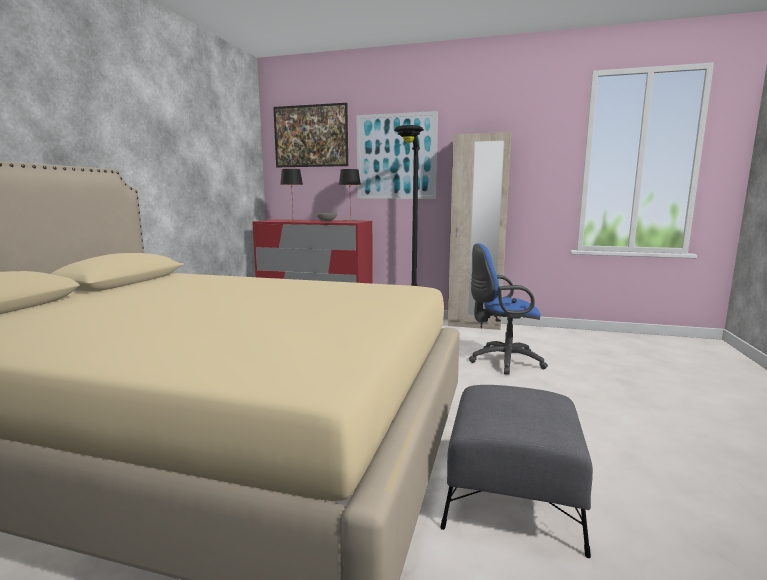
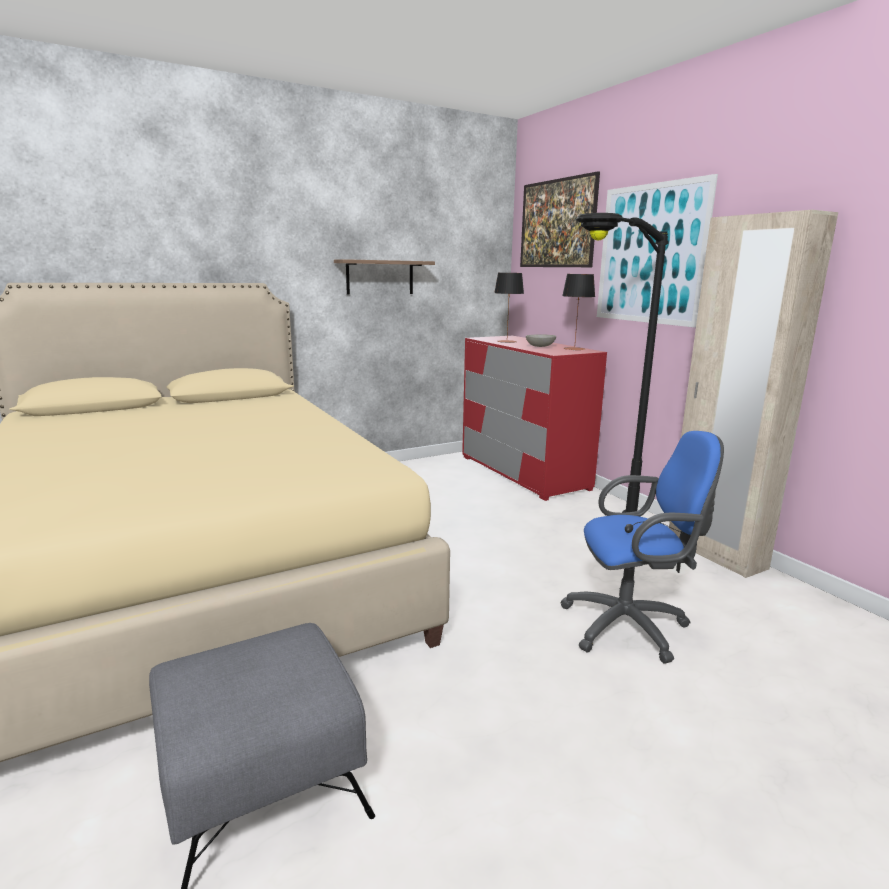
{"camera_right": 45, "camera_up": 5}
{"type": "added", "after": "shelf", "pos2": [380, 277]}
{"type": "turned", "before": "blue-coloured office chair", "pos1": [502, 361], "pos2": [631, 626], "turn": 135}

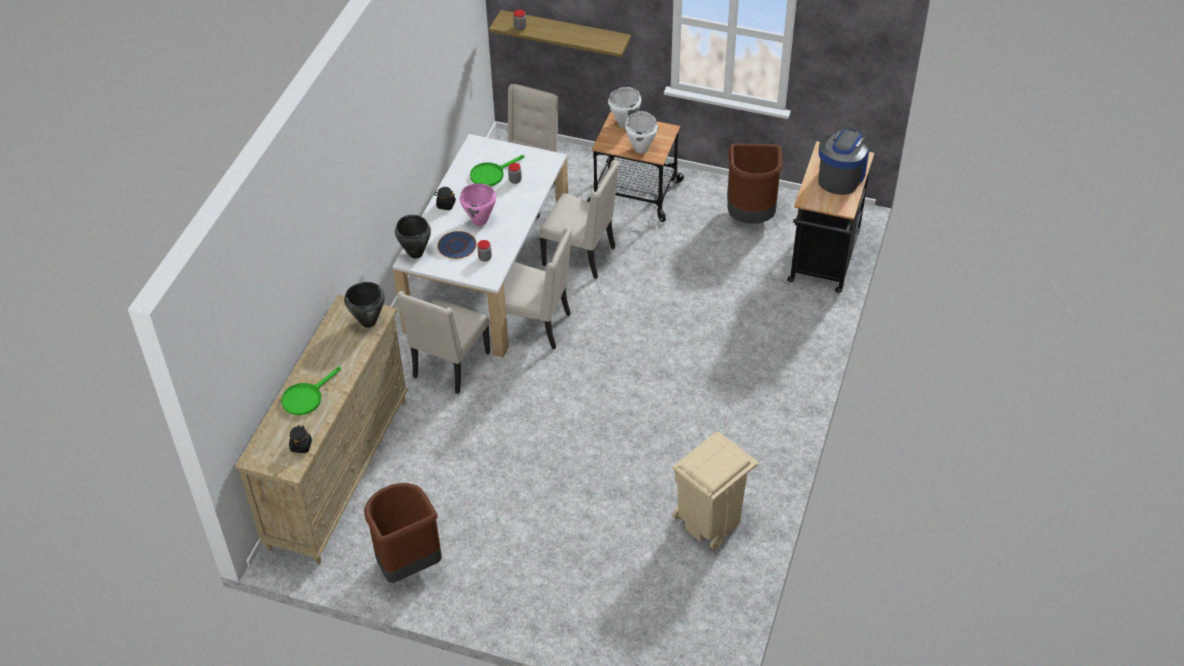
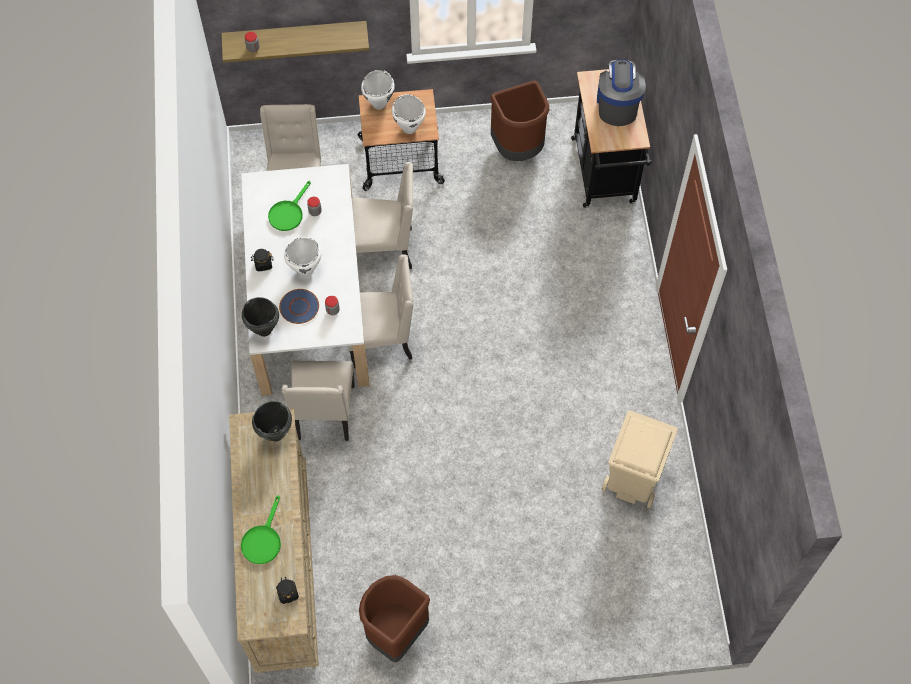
{"camera_right": -25, "camera_up": 15}
{"type": "recoloured", "before": "pinkish cooking pot", "after": "white-coloured cooking pot", "pos1": [480, 221], "pos2": [306, 270]}

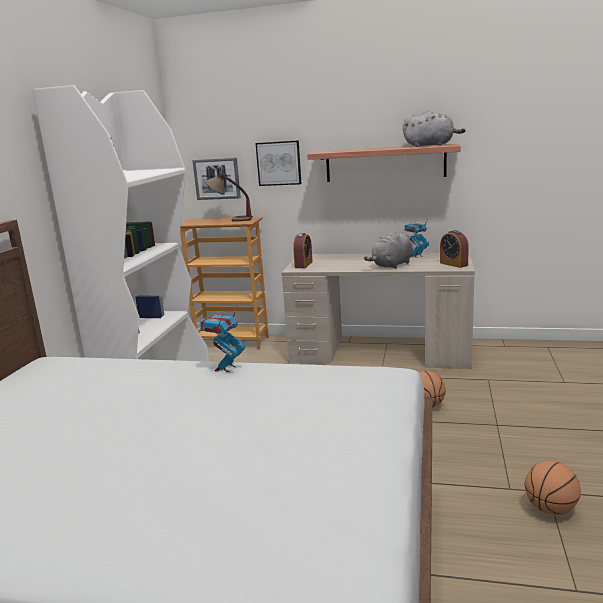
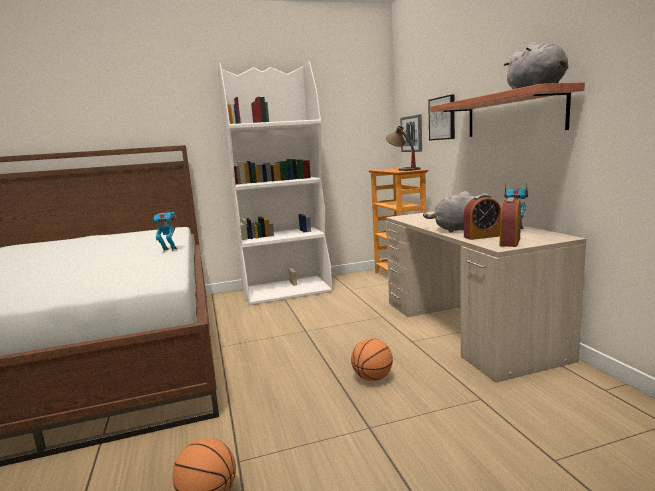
{"camera_right": 60, "camera_up": -5}
{"type": "moved", "before": "table clock", "pos1": [303, 265], "pos2": [482, 236]}

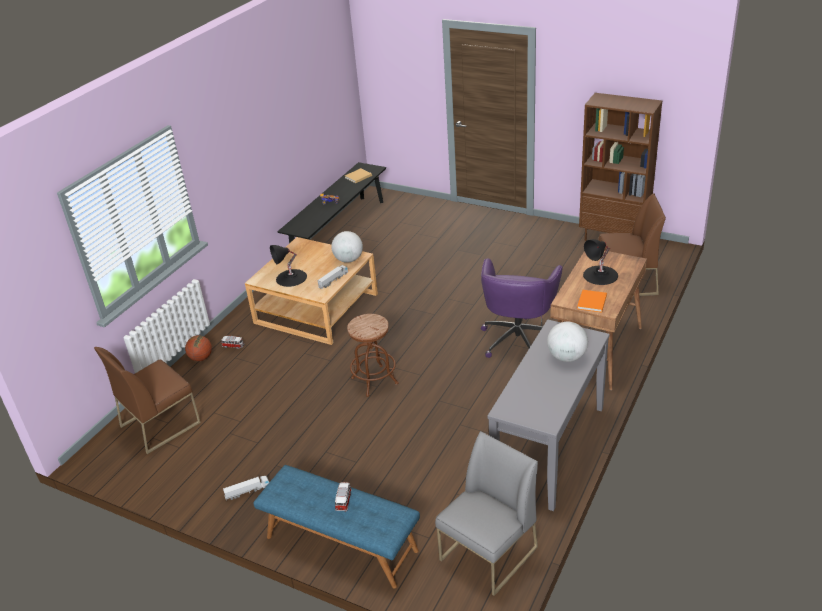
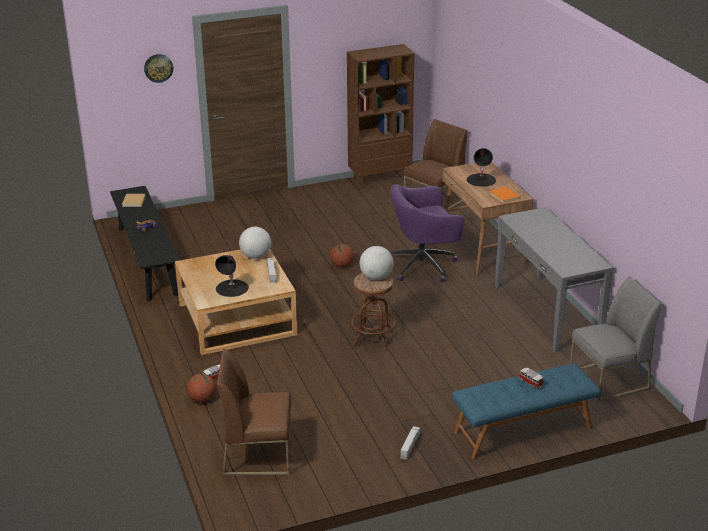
{"camera_right": -50, "camera_up": -5}
{"type": "added", "after": "clock on the wall", "pos2": [158, 68]}
{"type": "turned", "before": "brownish chair", "pos1": [160, 424], "pos2": [258, 455], "turn": 90}
{"type": "added", "after": "ball for basketball", "pos2": [341, 265]}
{"type": "moved", "before": "desk globe", "pos1": [566, 357], "pos2": [376, 277]}
{"type": "turned", "before": "purple-coloured office chair", "pos1": [518, 339], "pos2": [424, 265], "turn": 105}
{"type": "turned", "before": "greyish chair", "pos1": [488, 554], "pos2": [608, 380], "turn": 75}

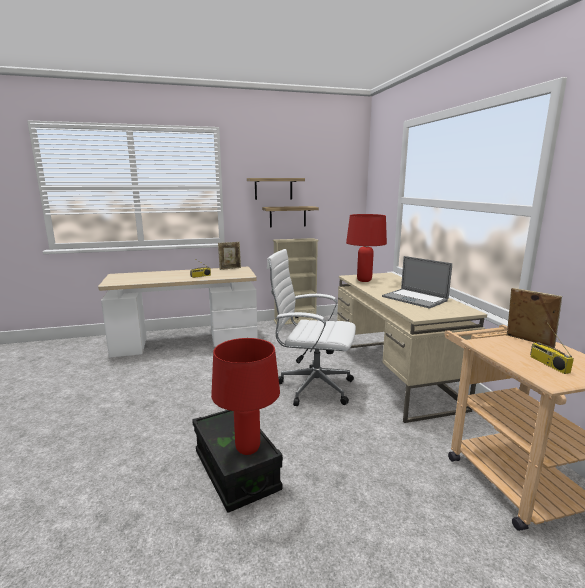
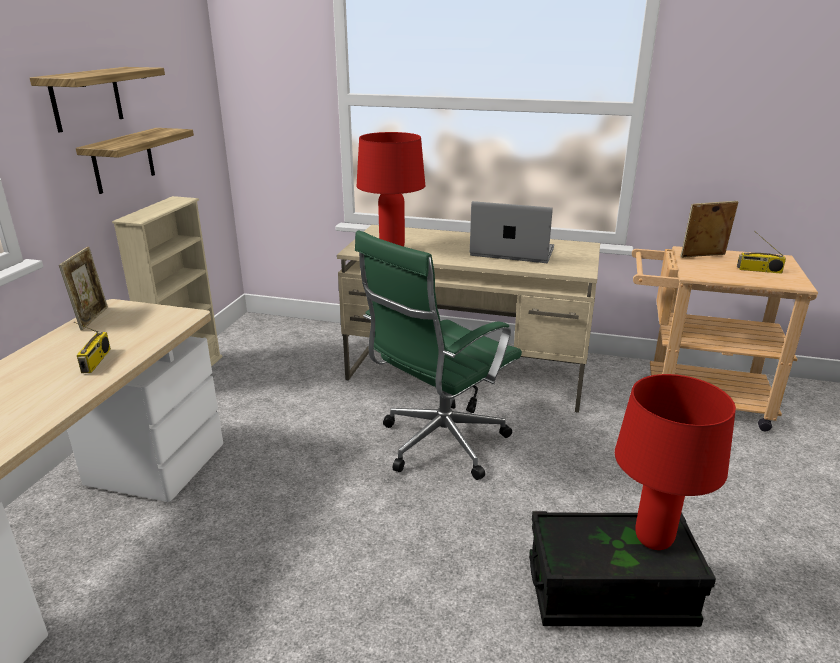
{"camera_right": -60, "camera_up": 10}
{"type": "recoloured", "before": "white-coloured office chair", "after": "green office chair", "pos1": [311, 387], "pos2": [438, 445]}
{"type": "turned", "before": "notebook computer", "pos1": [414, 298], "pos2": [512, 252], "turn": -150}

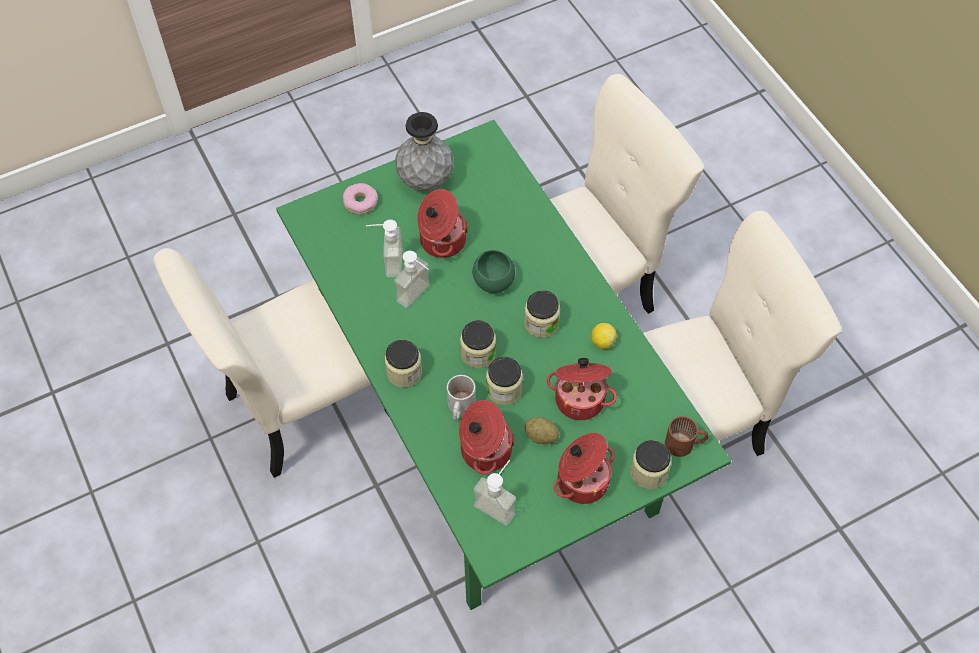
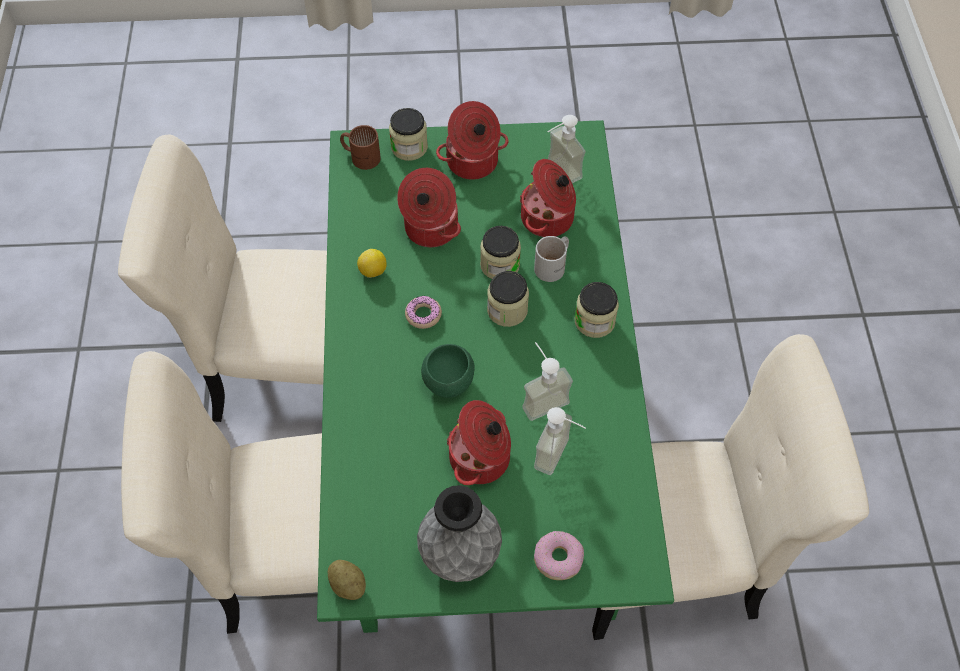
{"camera_right": -155, "camera_up": 0}
{"type": "moved", "before": "whole potato", "pos1": [541, 436], "pos2": [348, 585]}
{"type": "replaced", "before": "storage jar", "after": "doughnut", "pos1": [541, 323], "pos2": [423, 315]}

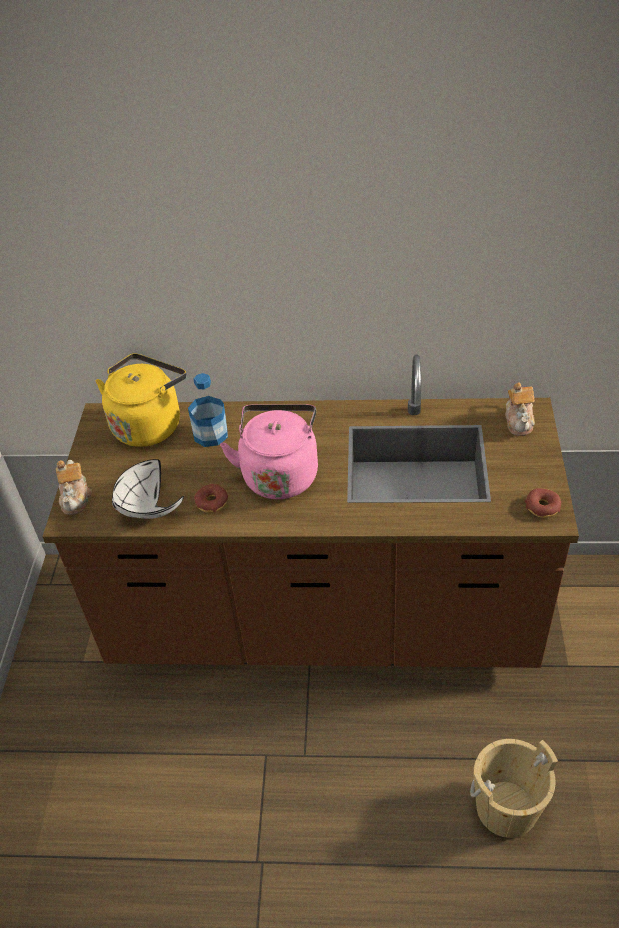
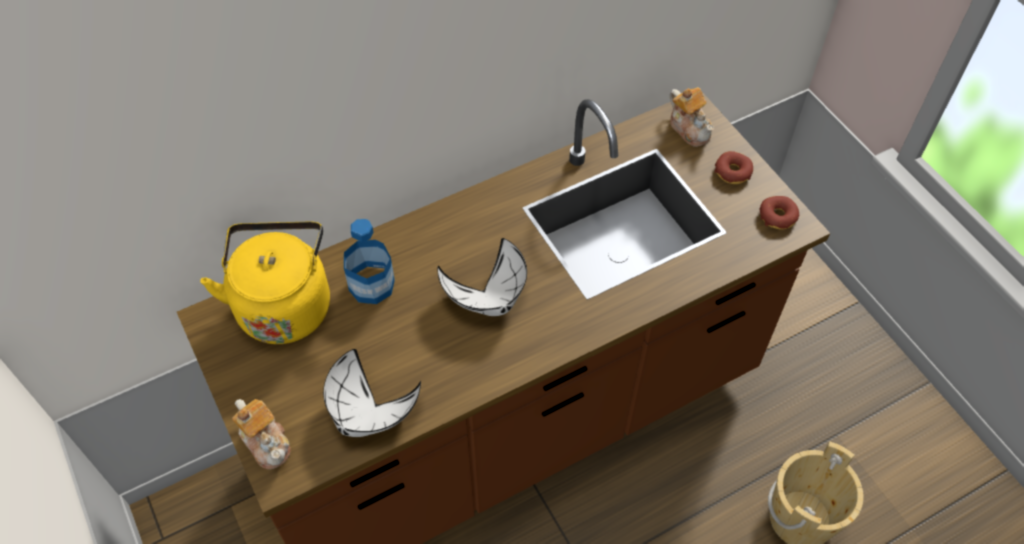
{"camera_right": -35, "camera_up": 10}
{"type": "replaced", "before": "pinkish water kettle", "after": "white-coloured serving bowl", "pos1": [280, 473], "pos2": [489, 298]}
{"type": "moved", "before": "doughnut", "pos1": [212, 502], "pos2": [733, 172]}

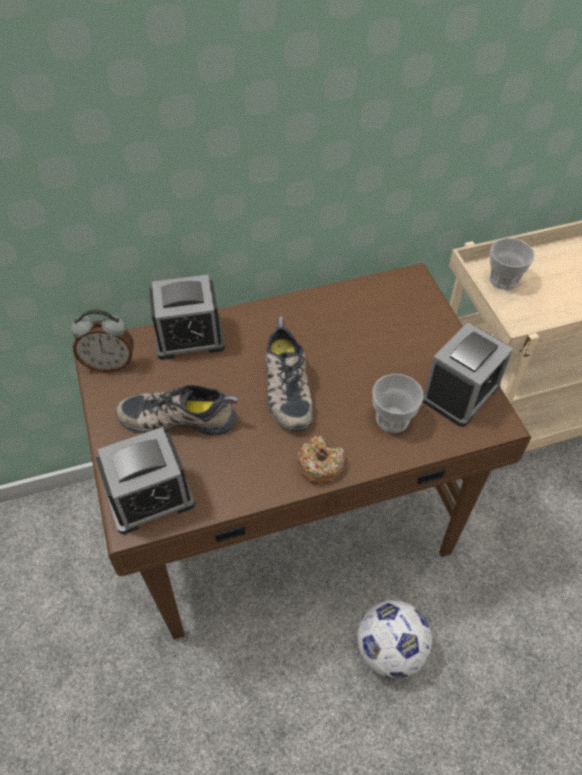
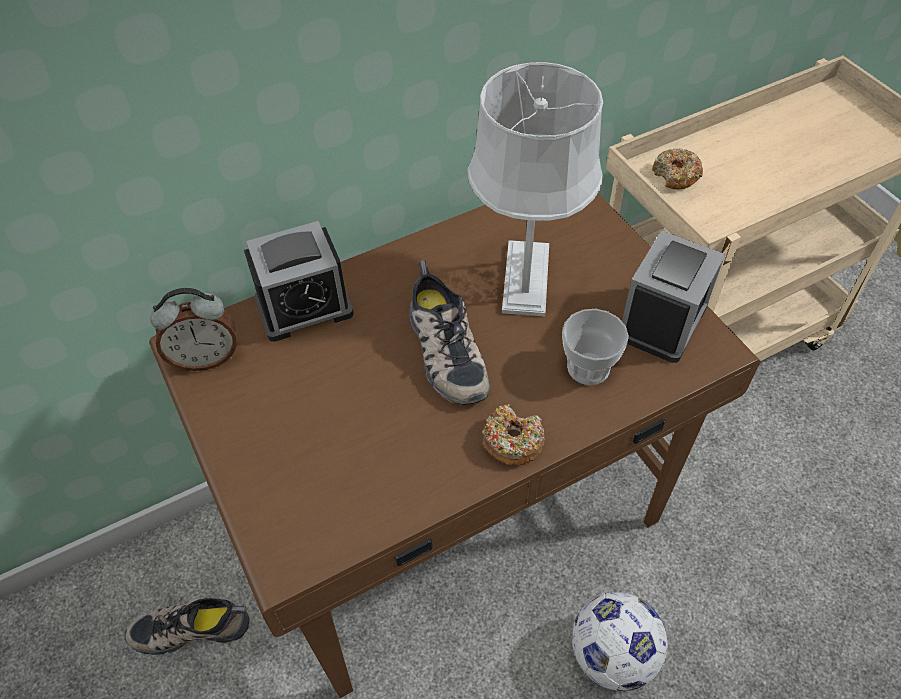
{"camera_right": -10, "camera_up": 0}
{"type": "moved", "before": "low shoe", "pos1": [179, 416], "pos2": [192, 627]}
{"type": "added", "after": "greyish tabletop lamp", "pos2": [526, 279]}
{"type": "replaced", "before": "drinking cup", "after": "doughnut", "pos1": [503, 280], "pos2": [676, 175]}
{"type": "removed", "before": "table clock", "pos1": [150, 497]}

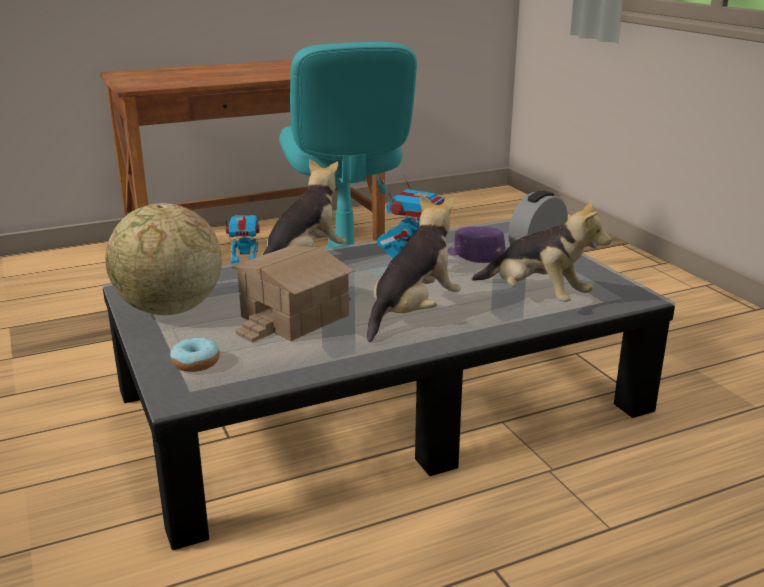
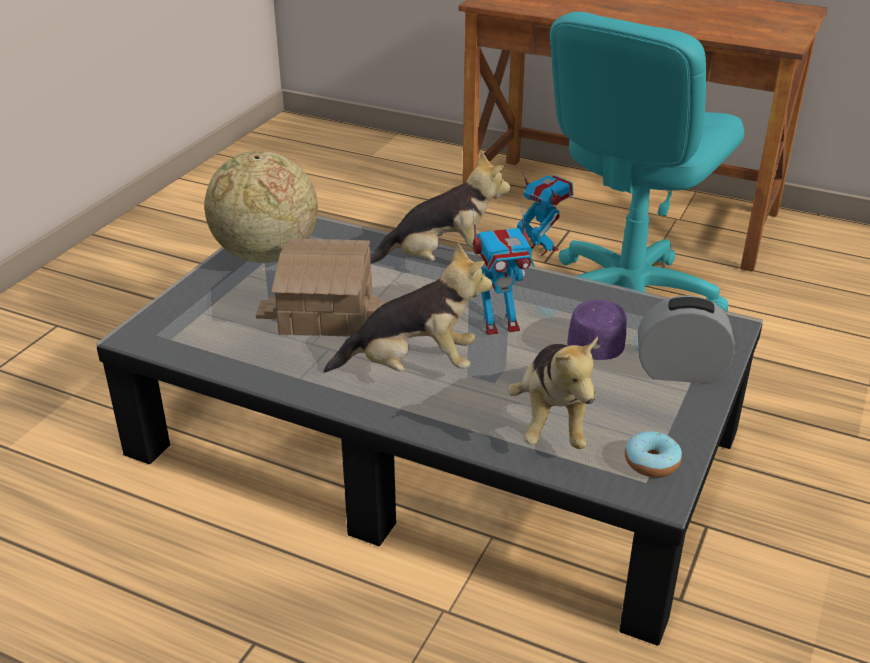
{"camera_right": 50, "camera_up": 10}
{"type": "moved", "before": "doughnut", "pos1": [196, 363], "pos2": [651, 462]}

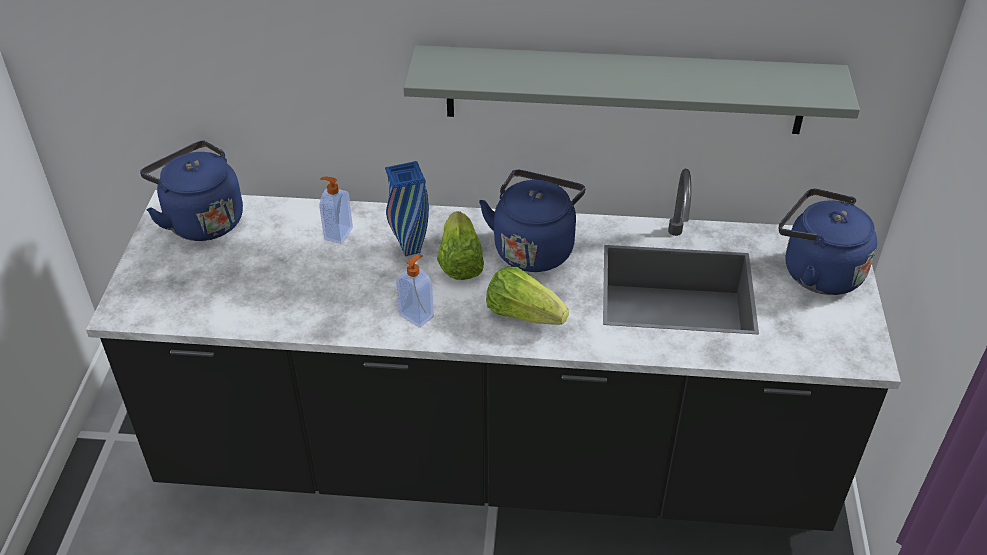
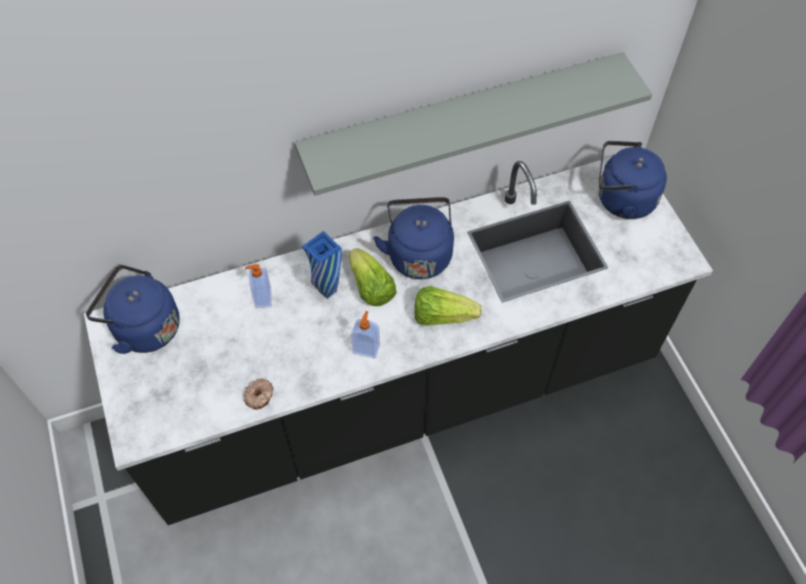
{"camera_right": -25, "camera_up": 15}
{"type": "added", "after": "doughnut", "pos2": [259, 396]}

